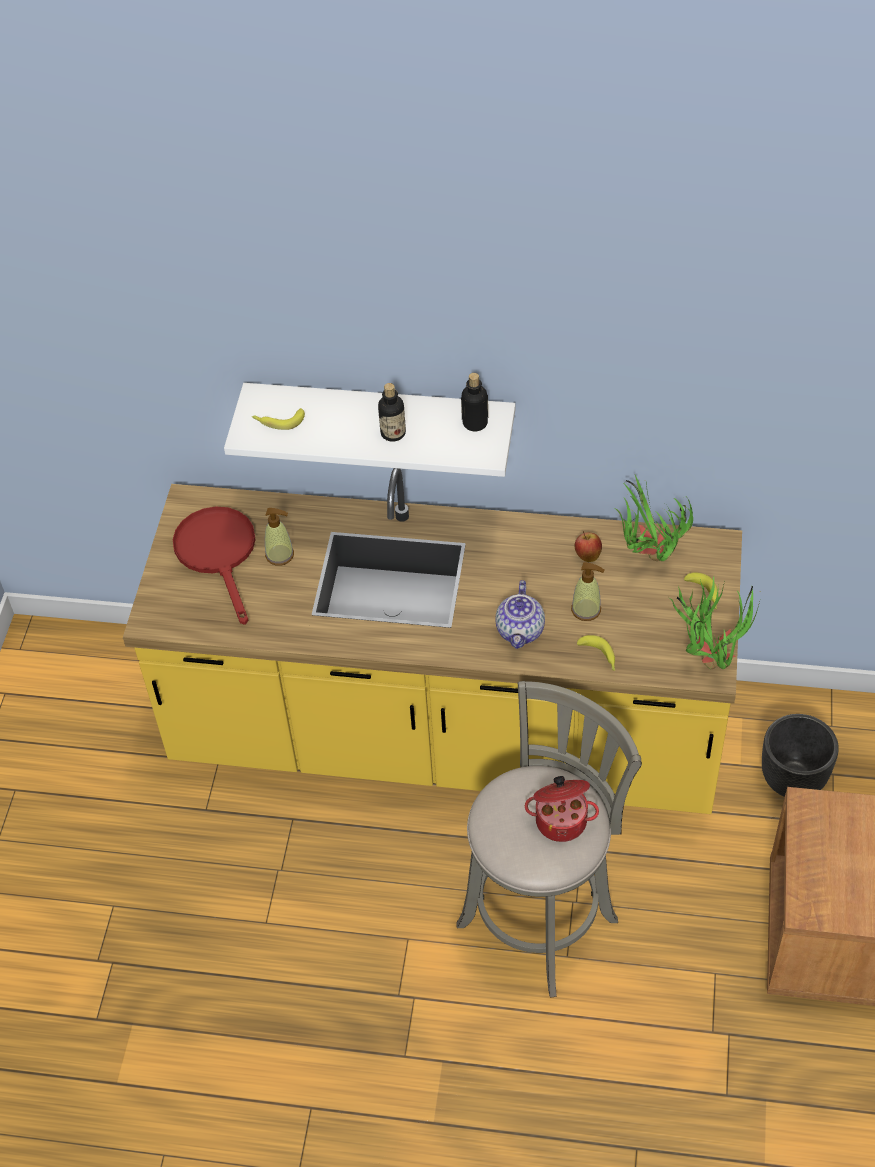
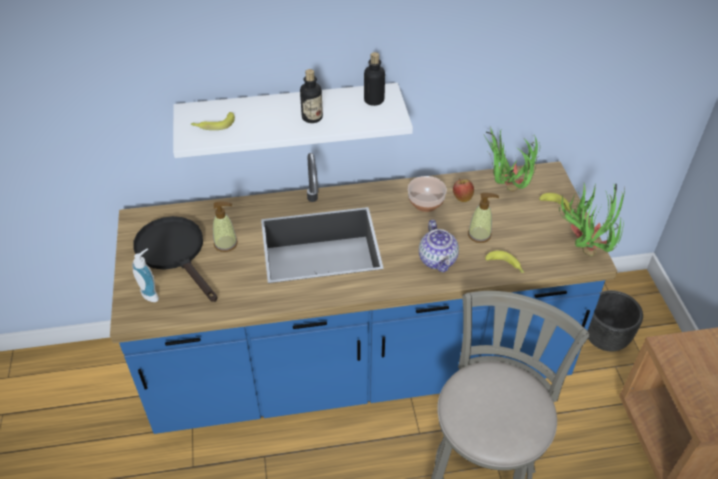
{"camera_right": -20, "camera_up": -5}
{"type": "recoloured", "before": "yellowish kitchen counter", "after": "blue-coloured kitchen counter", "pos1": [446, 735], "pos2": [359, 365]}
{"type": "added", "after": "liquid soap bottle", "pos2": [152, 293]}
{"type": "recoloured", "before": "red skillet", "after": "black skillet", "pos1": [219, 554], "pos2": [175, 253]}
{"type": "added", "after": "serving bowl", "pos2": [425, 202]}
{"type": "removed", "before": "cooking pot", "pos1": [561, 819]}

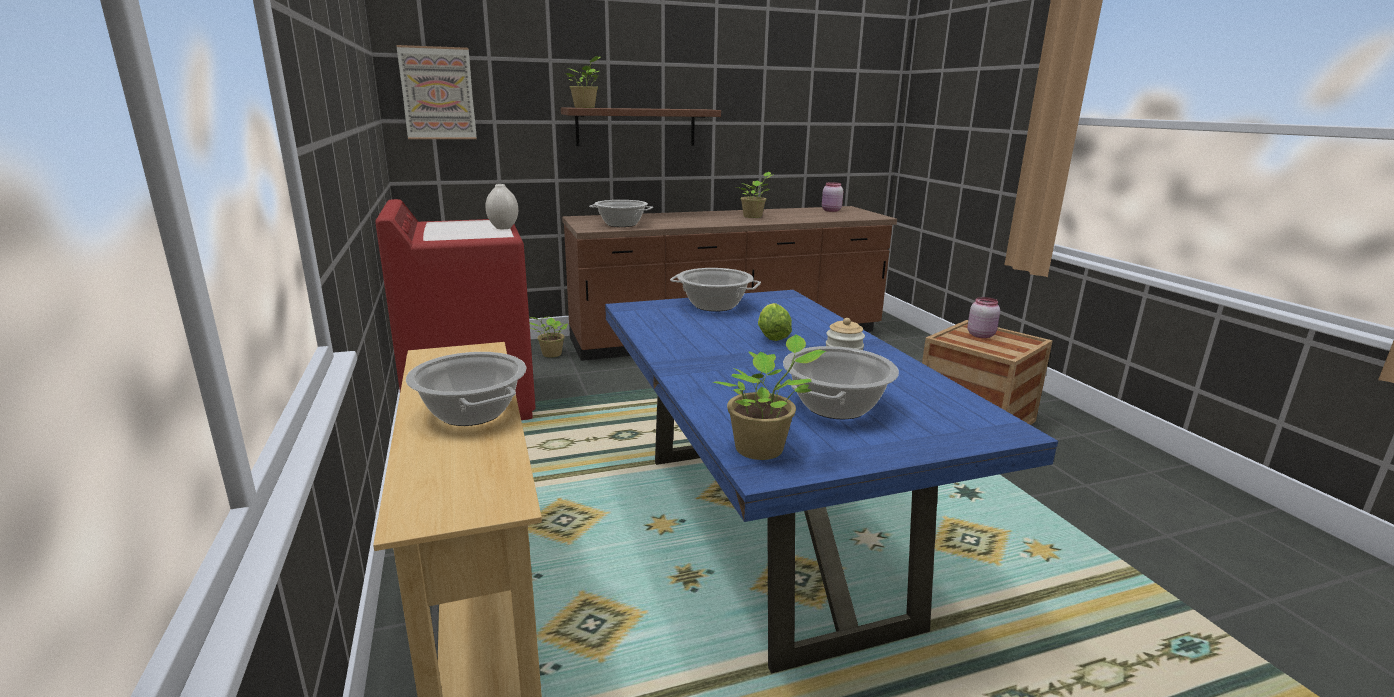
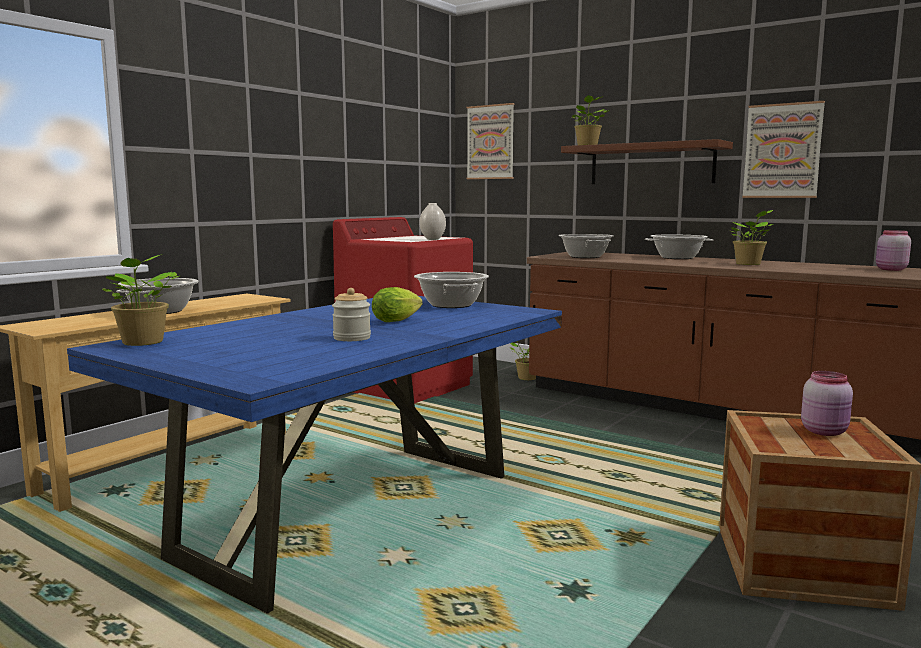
{"camera_right": 55, "camera_up": -10}
{"type": "moved", "before": "cooking pot", "pos1": [836, 407], "pos2": [677, 258]}
{"type": "added", "after": "wall picture", "pos2": [782, 151]}

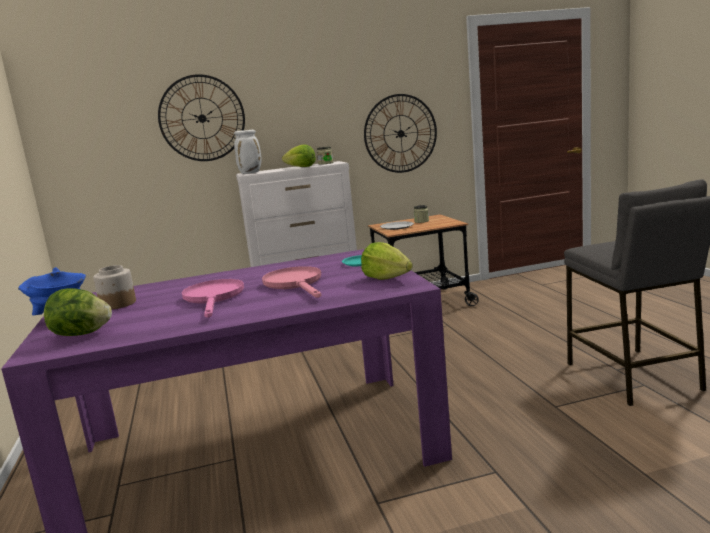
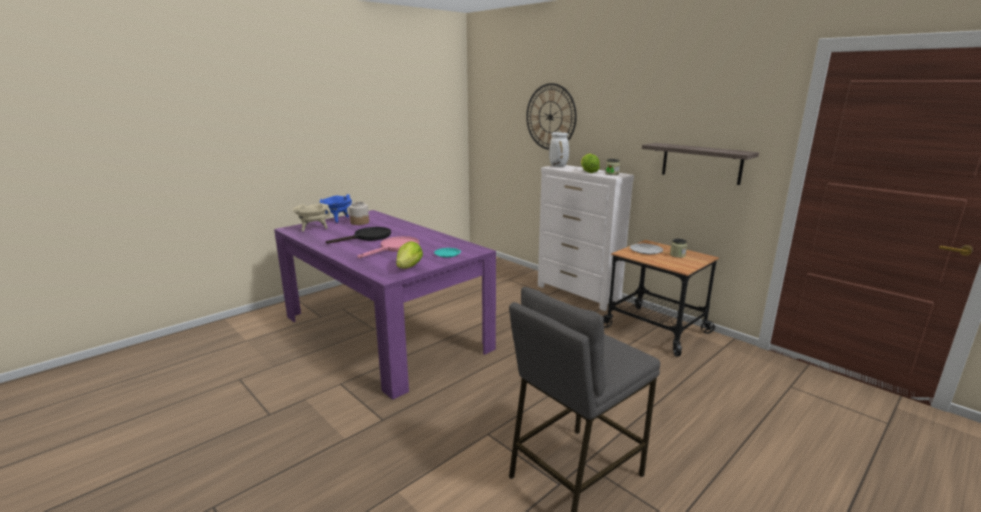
{"camera_right": 60, "camera_up": 5}
{"type": "replaced", "before": "head of lettuce", "after": "beige-coloured cooking pot", "pos1": [81, 334], "pos2": [313, 228]}
{"type": "recoloured", "before": "pinkish skillet", "after": "black skillet", "pos1": [214, 298], "pos2": [368, 237]}
{"type": "replaced", "before": "clock on the wall", "after": "shelf", "pos1": [400, 133], "pos2": [701, 163]}

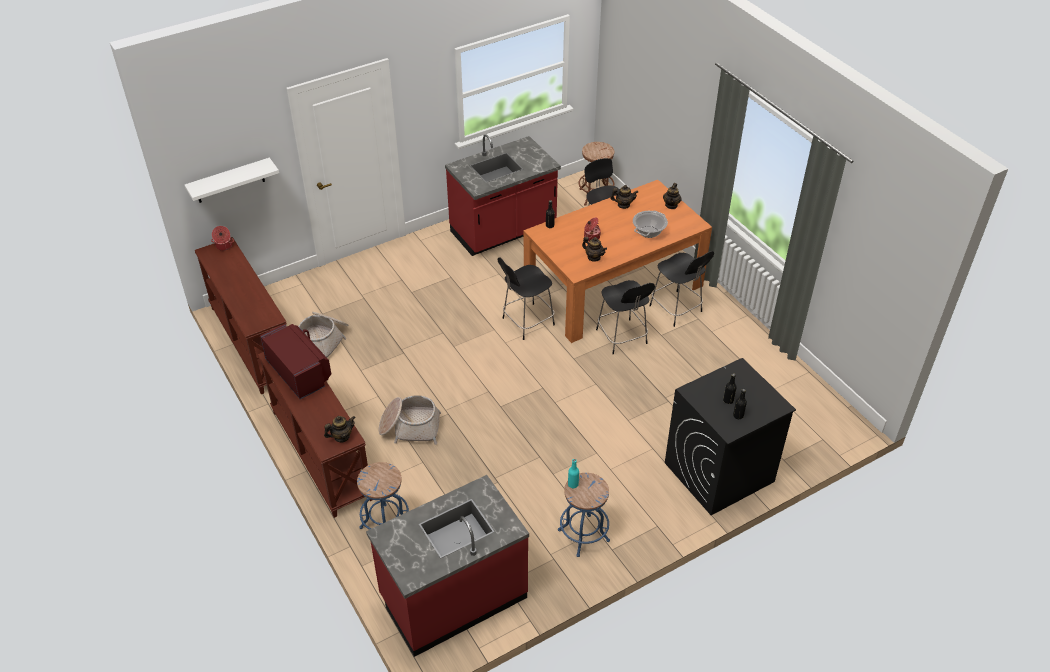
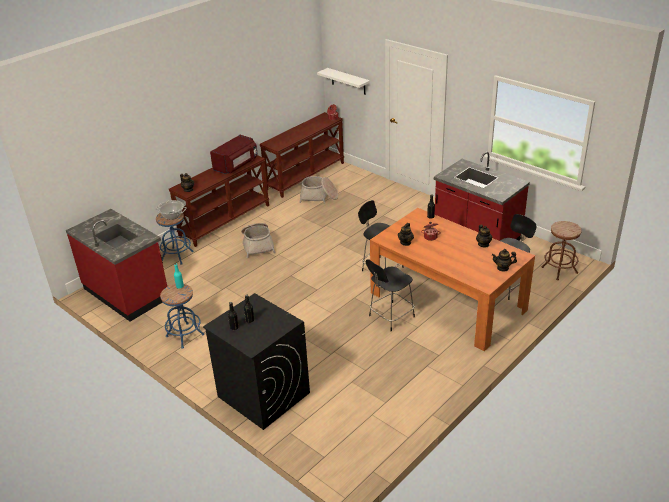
{"camera_right": 75, "camera_up": -10}
{"type": "moved", "before": "cooking pot", "pos1": [649, 232], "pos2": [172, 216]}
{"type": "removed", "before": "black chair", "pos1": [677, 310]}

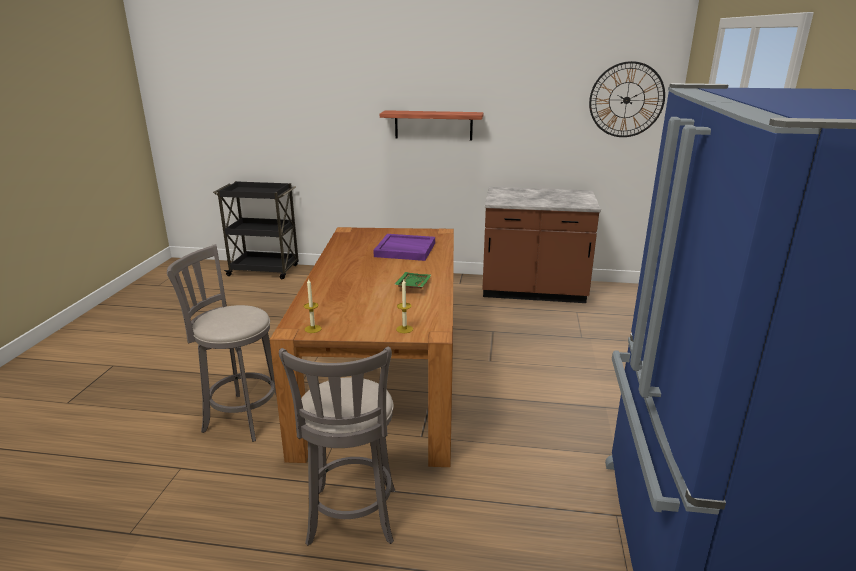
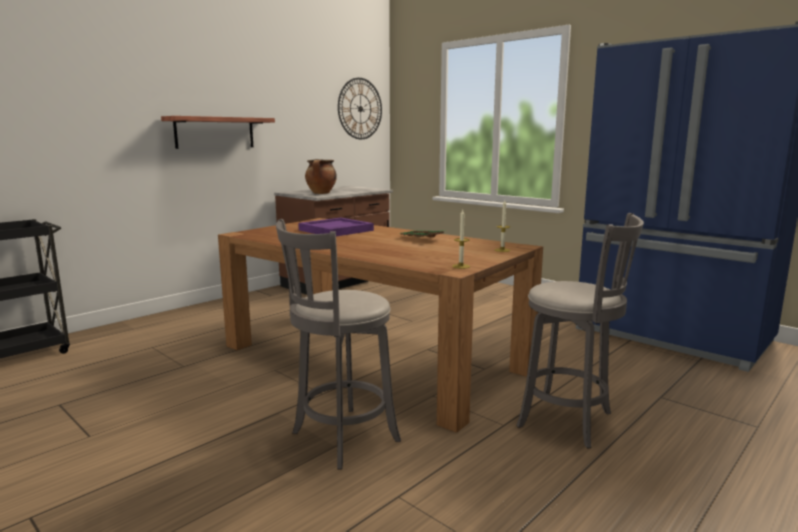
{"camera_right": -55, "camera_up": -10}
{"type": "added", "after": "cooking pot", "pos2": [321, 193]}

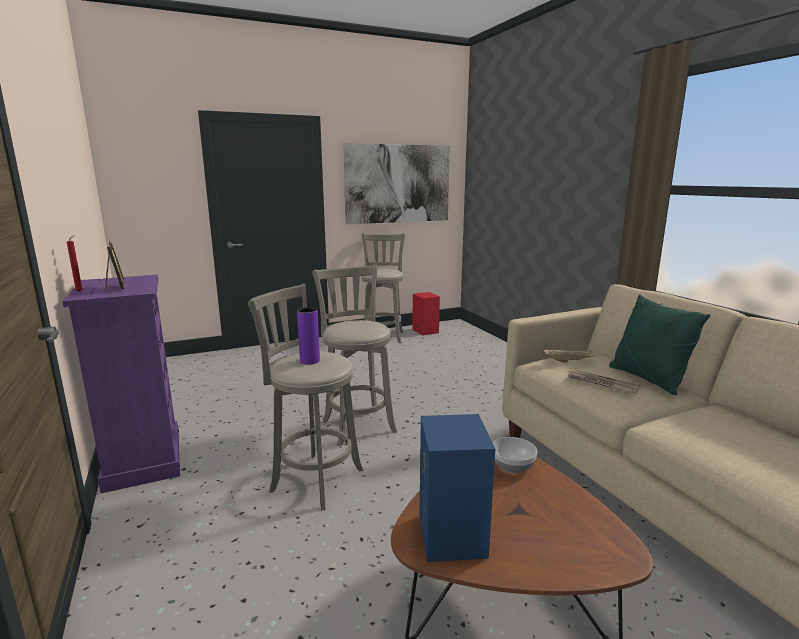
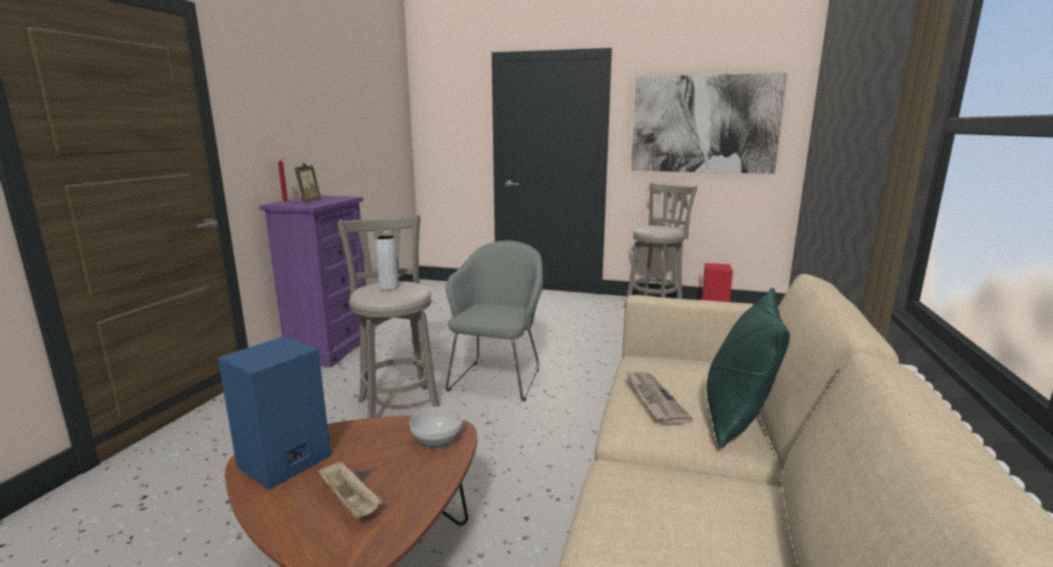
{"camera_right": 40, "camera_up": 0}
{"type": "moved", "before": "beige-coloured serving tray", "pos1": [569, 361], "pos2": [351, 502]}
{"type": "recoloured", "before": "purple-coloured flower vase", "after": "greyish flower vase", "pos1": [309, 361], "pos2": [388, 288]}
{"type": "replaced", "before": "greyish sitting stool", "after": "greyish armchair", "pos1": [358, 424], "pos2": [498, 377]}

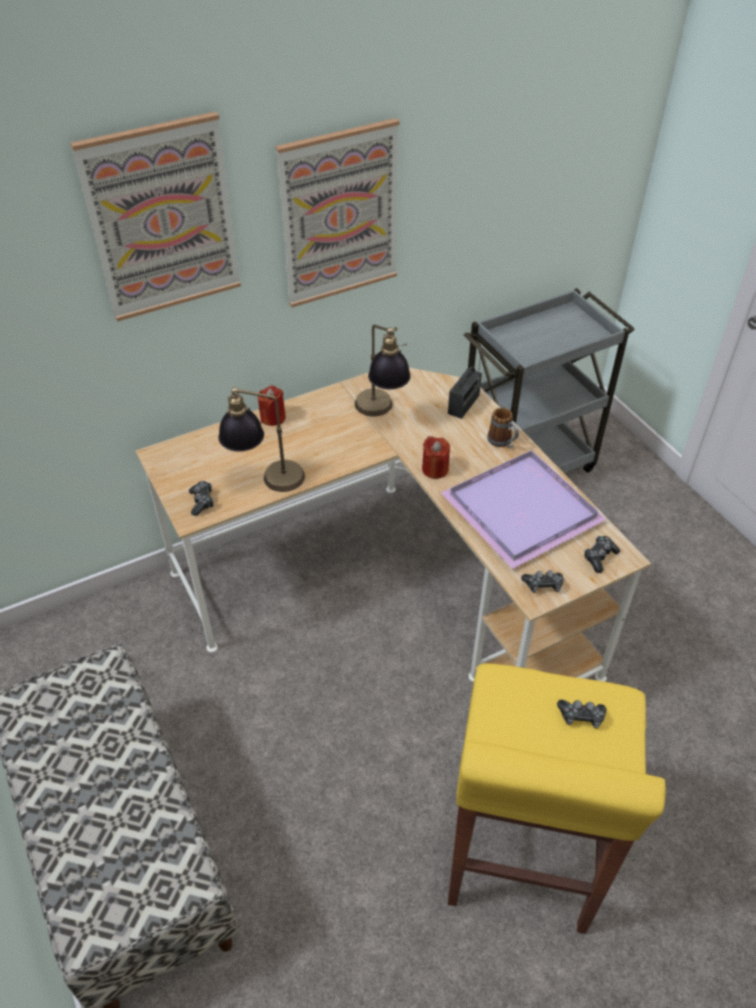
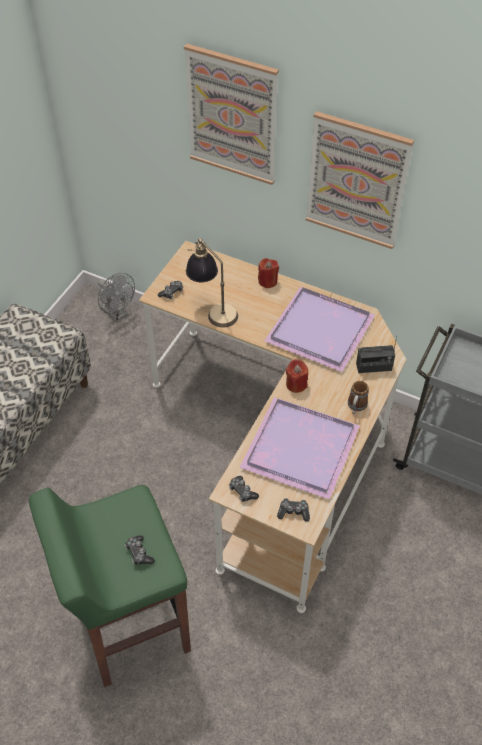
{"camera_right": 55, "camera_up": 5}
{"type": "recoloured", "before": "yellowish sitting stool", "after": "green sitting stool", "pos1": [521, 859], "pos2": [130, 626]}
{"type": "added", "after": "greyish cooling fan", "pos2": [117, 314]}
{"type": "replaced", "before": "tabletop lamp", "after": "purple-coloured serving tray", "pos1": [381, 413], "pos2": [322, 329]}

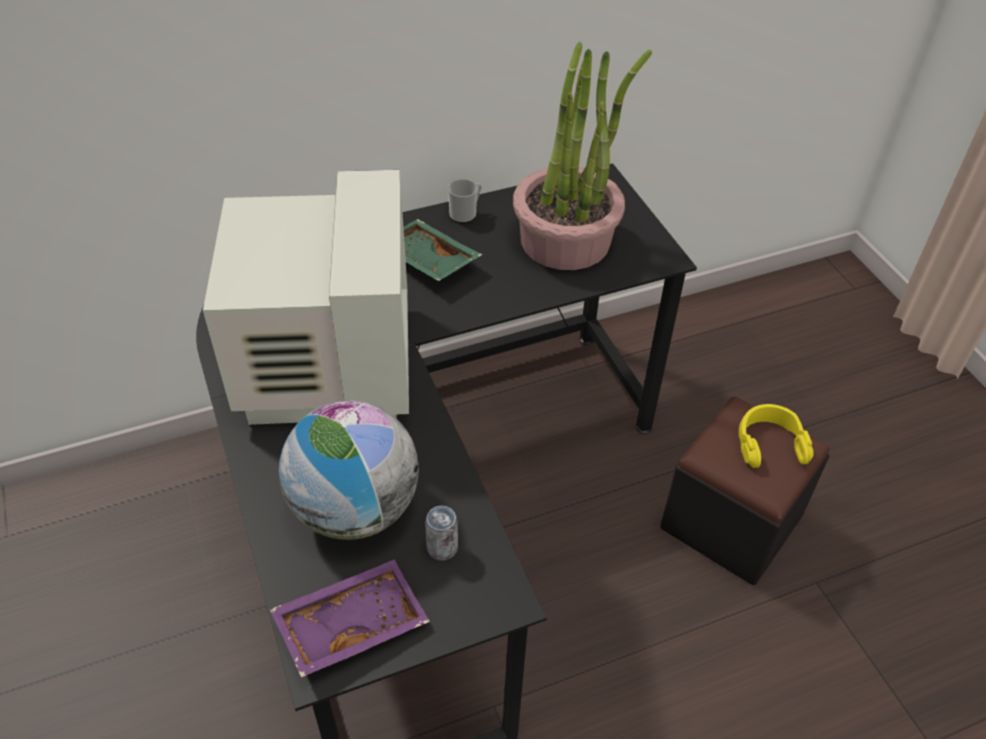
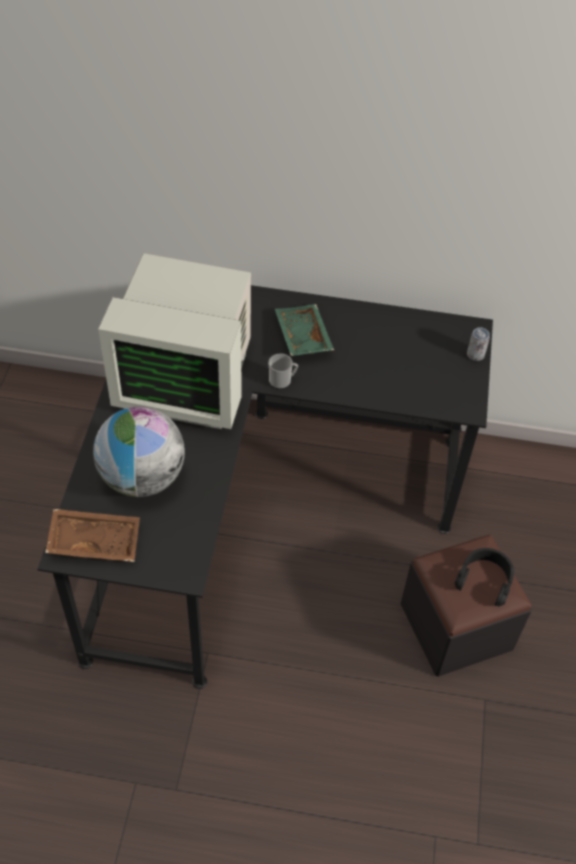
{"camera_right": 30, "camera_up": 5}
{"type": "recoloured", "before": "purple-coloured serving tray", "after": "brownish serving tray", "pos1": [351, 623], "pos2": [95, 540]}
{"type": "turned", "before": "monitor", "pos1": [324, 367], "pos2": [186, 381], "turn": 75}
{"type": "moved", "before": "coffee mug", "pos1": [465, 214], "pos2": [282, 381]}
{"type": "recoloured", "before": "yellowish headphones", "after": "black headphones", "pos1": [769, 443], "pos2": [485, 579]}
{"type": "moved", "before": "sealed can", "pos1": [442, 548], "pos2": [475, 355]}
{"type": "removed", "before": "houseplant", "pos1": [566, 240]}

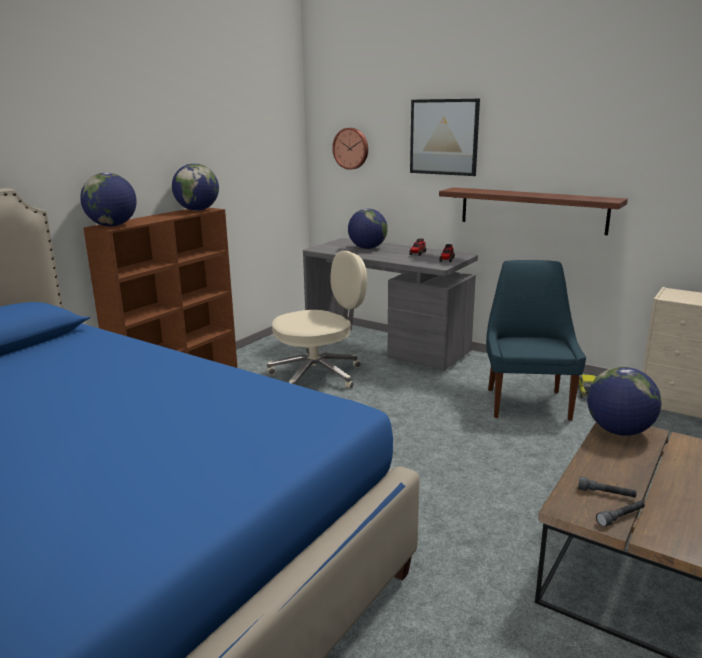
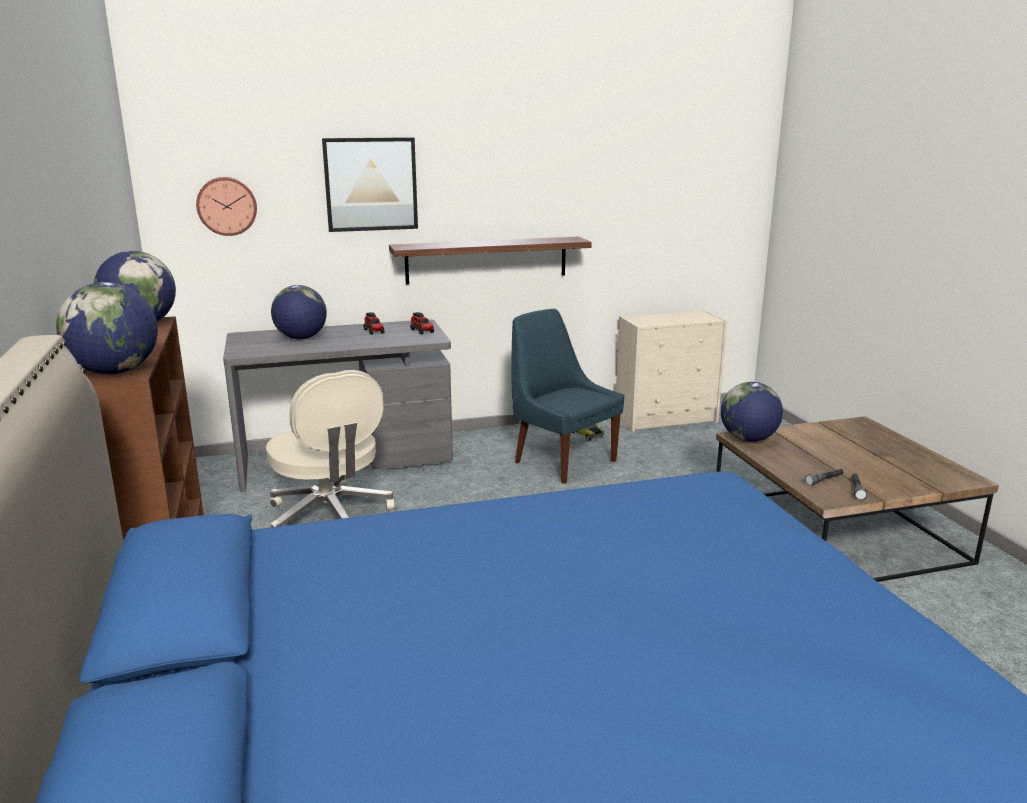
{"camera_right": -50, "camera_up": 0}
{"type": "turned", "before": "beige-coloured office chair", "pos1": [318, 374], "pos2": [330, 517], "turn": 135}

